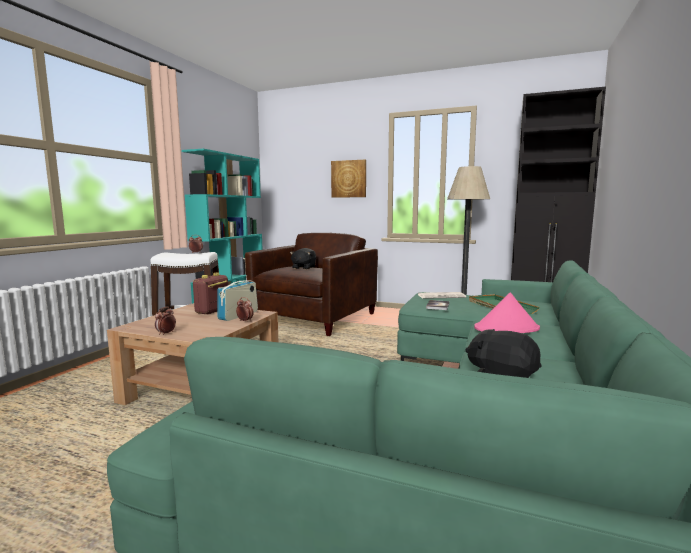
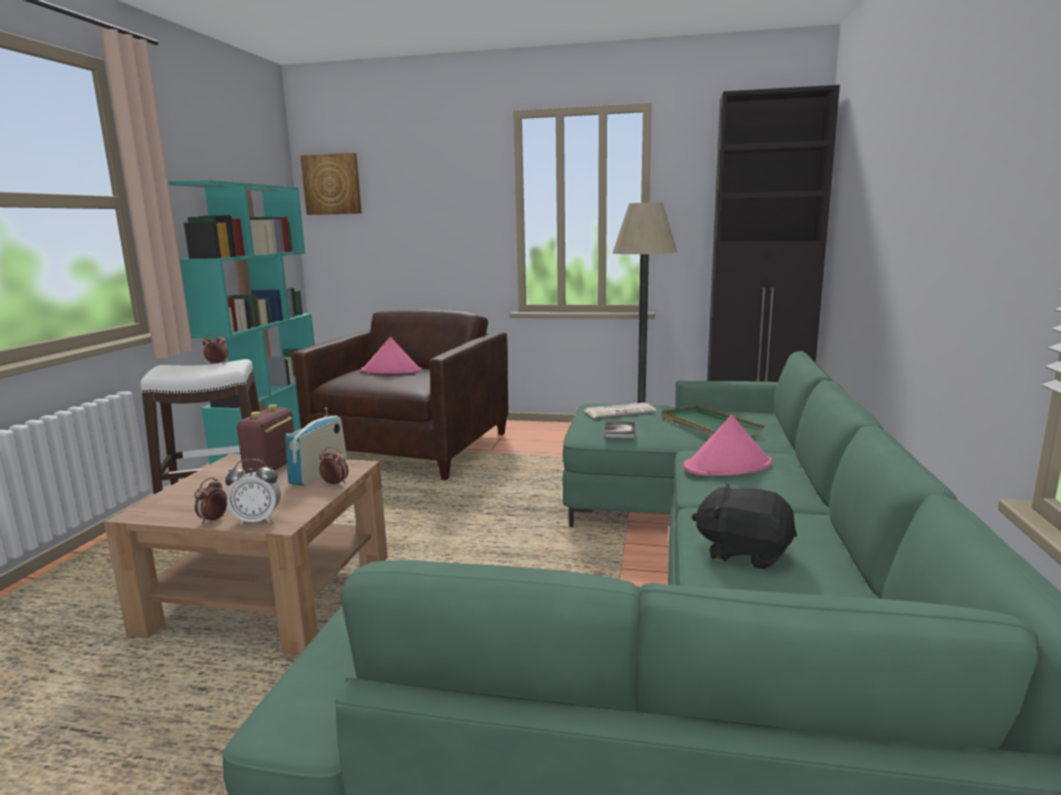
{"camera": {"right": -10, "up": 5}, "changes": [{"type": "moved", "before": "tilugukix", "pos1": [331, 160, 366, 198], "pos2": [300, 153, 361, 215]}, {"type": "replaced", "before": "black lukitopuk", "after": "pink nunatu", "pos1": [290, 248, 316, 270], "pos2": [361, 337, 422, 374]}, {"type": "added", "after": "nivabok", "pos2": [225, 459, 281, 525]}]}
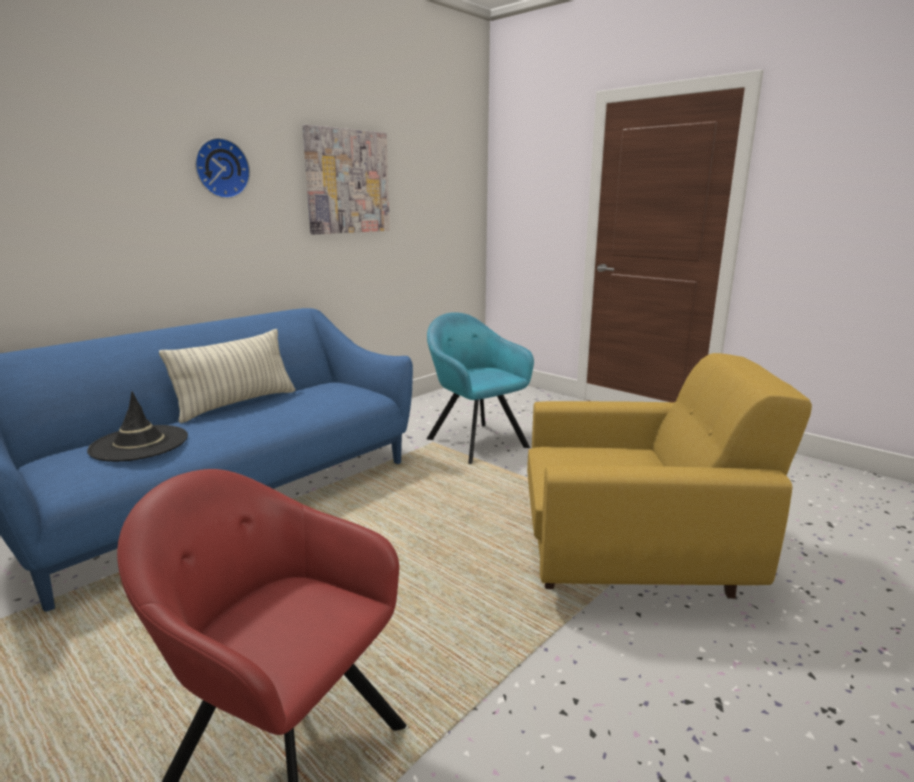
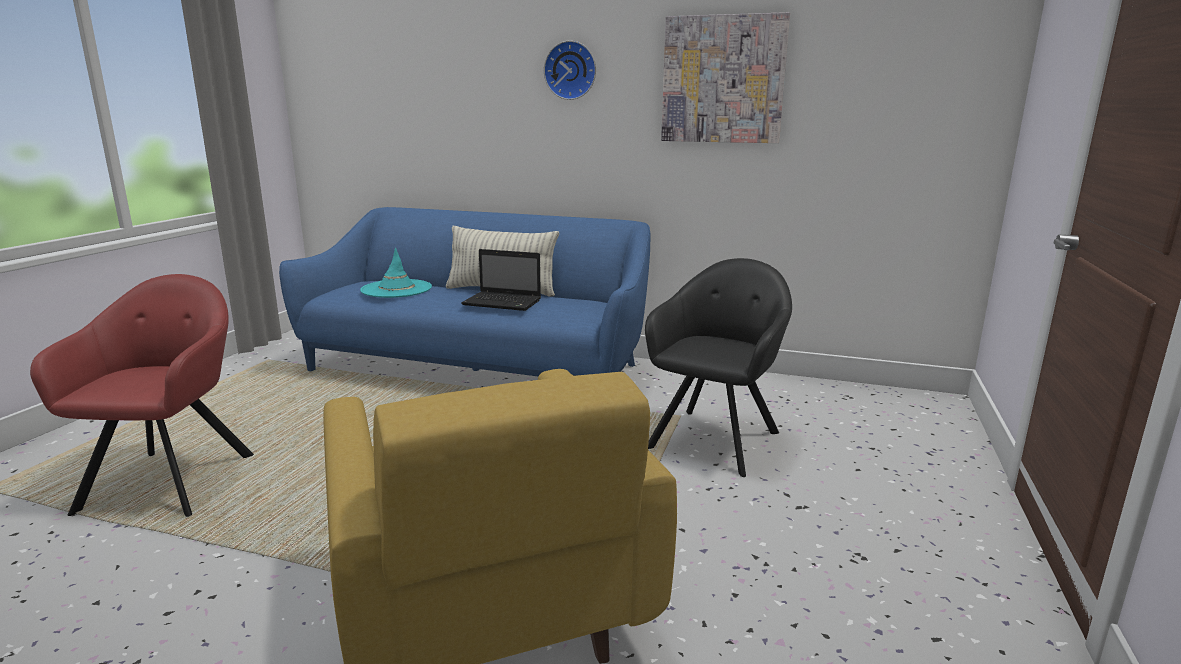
{"camera": {"right": 65, "up": 0}, "changes": [{"type": "recoloured", "before": "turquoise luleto", "after": "black luleto", "pos1": [427, 312, 534, 464], "pos2": [645, 258, 792, 477]}, {"type": "recoloured", "before": "black nunatu", "after": "turquoise nunatu", "pos1": [87, 391, 188, 462], "pos2": [360, 247, 432, 298]}, {"type": "added", "after": "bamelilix", "pos2": [461, 249, 541, 311]}]}
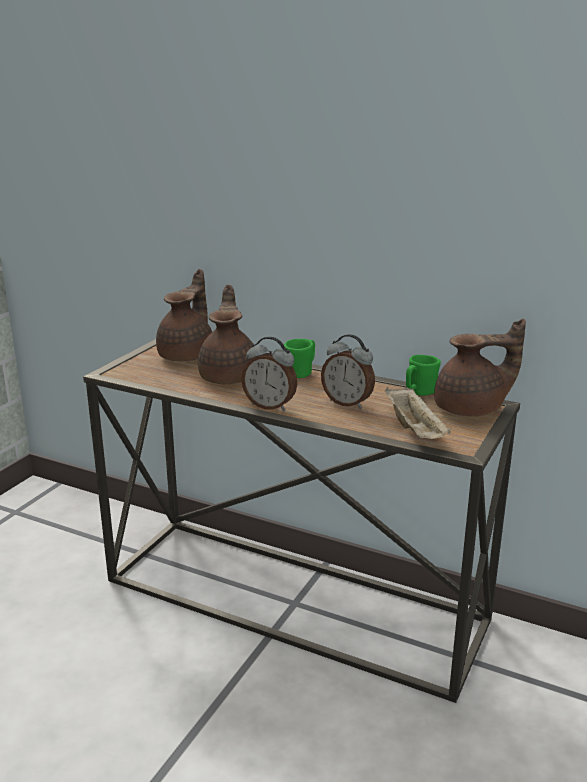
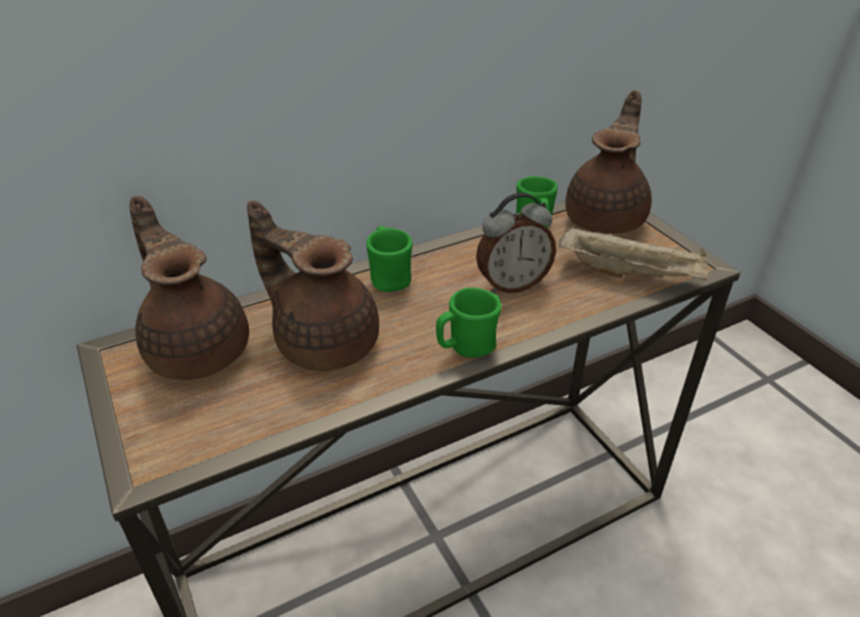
{"camera": {"right": -55, "up": 15}, "changes": [{"type": "replaced", "before": "nivabok", "after": "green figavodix", "pos1": [241, 337, 297, 411], "pos2": [436, 287, 501, 358]}]}
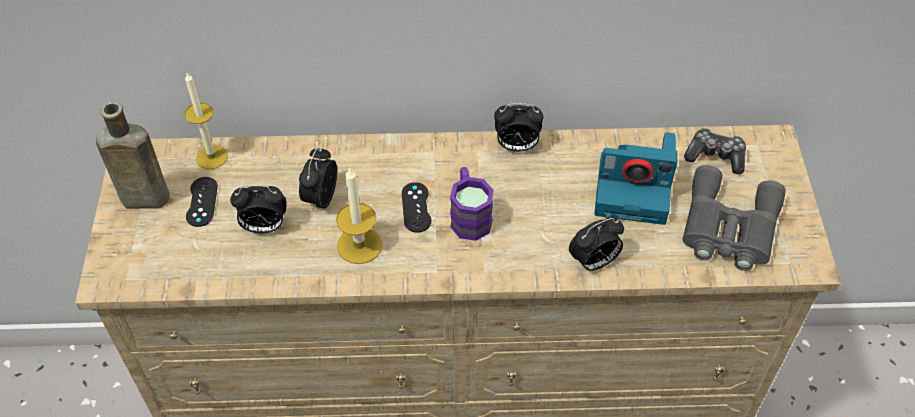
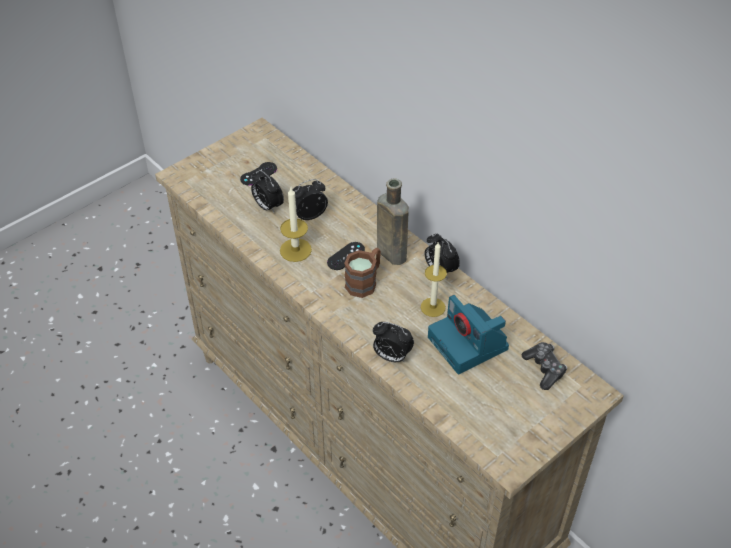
{"camera": {"right": 50, "up": -5}, "changes": [{"type": "moved", "before": "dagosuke", "pos1": [185, 73, 228, 169], "pos2": [421, 242, 447, 317]}, {"type": "moved", "before": "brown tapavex", "pos1": [96, 101, 170, 209], "pos2": [377, 179, 409, 265]}, {"type": "removed", "before": "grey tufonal", "pos1": [682, 165, 786, 271]}, {"type": "recoloured", "before": "purple figavodix", "after": "brown figavodix", "pos1": [450, 167, 494, 241], "pos2": [344, 248, 381, 298]}]}
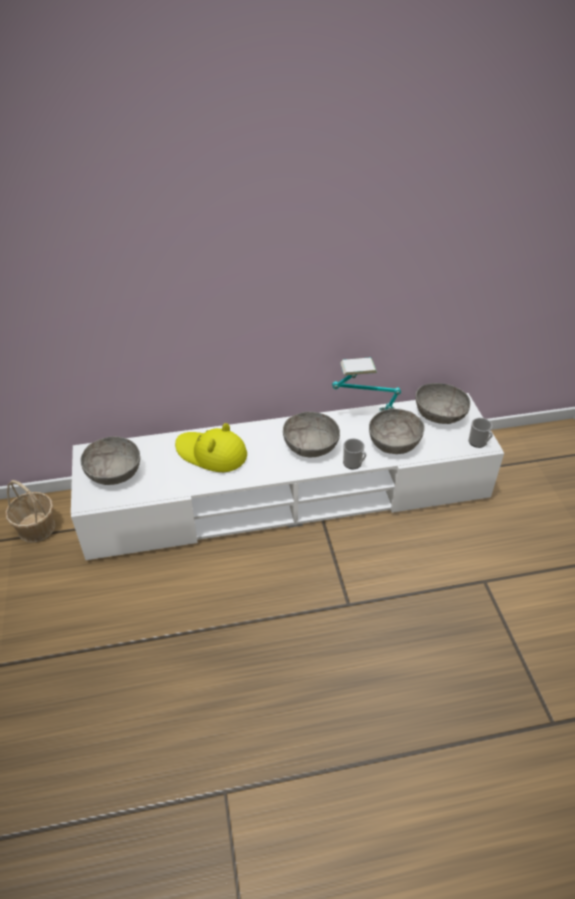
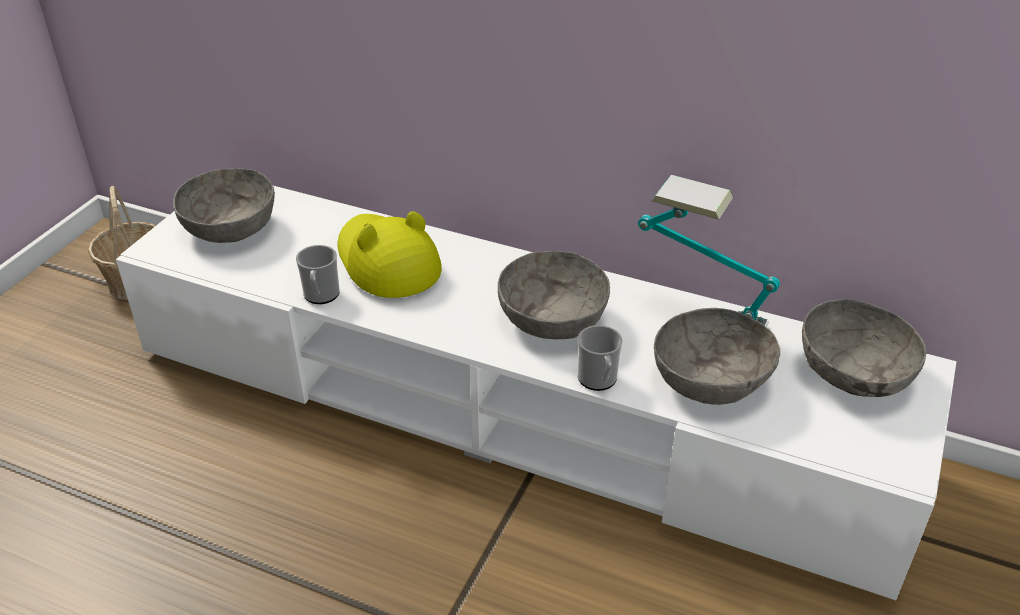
{"camera": {"right": 35, "up": -5}, "changes": [{"type": "moved", "before": "figavodix", "pos1": [468, 418, 493, 448], "pos2": [296, 245, 340, 304]}]}
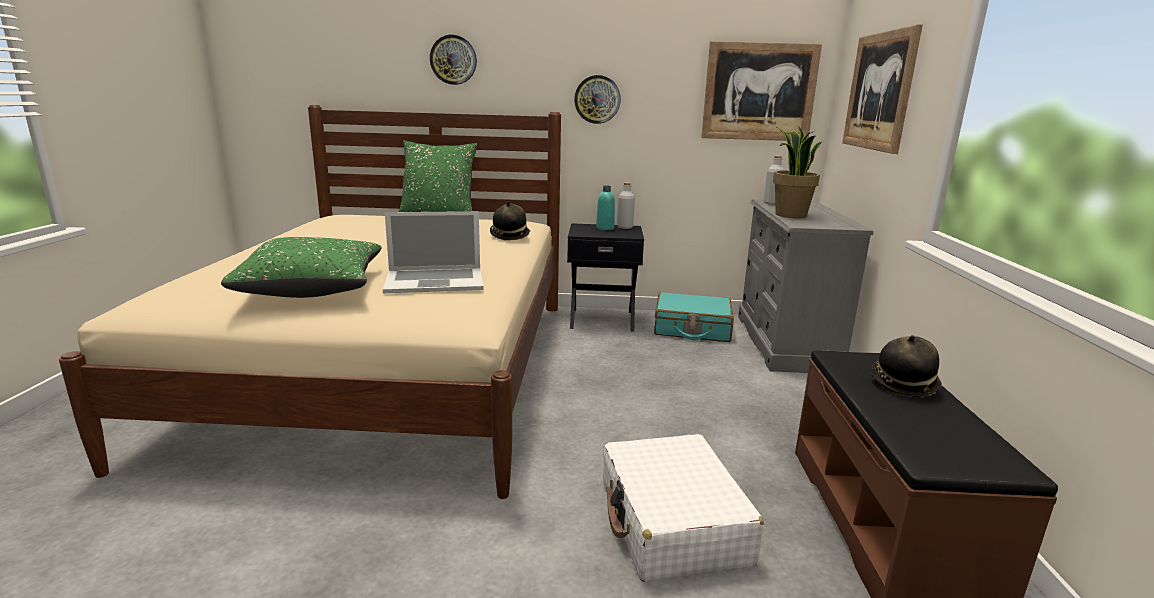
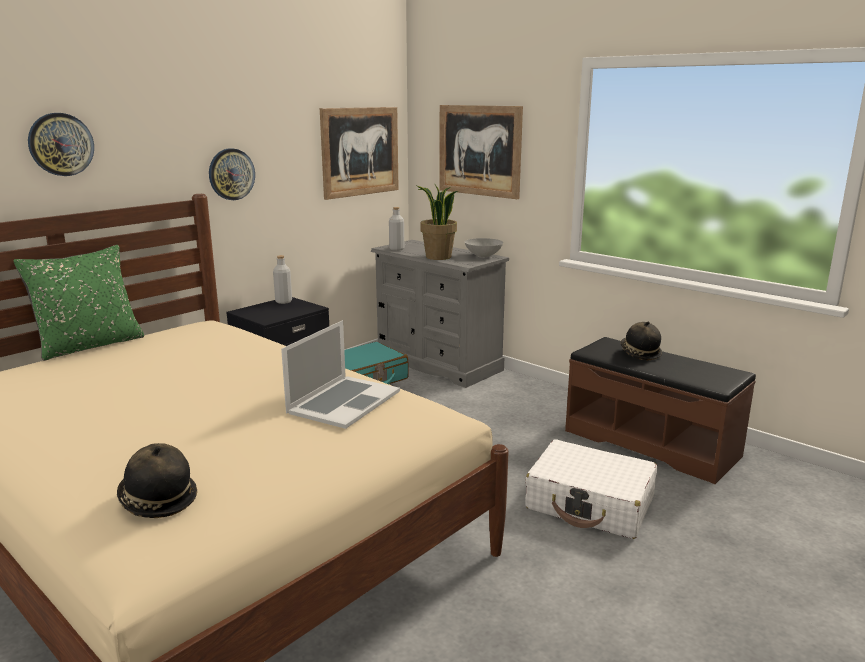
{"camera": {"right": -50, "up": 0}, "changes": [{"type": "removed", "before": "turquoise tapavex", "pos1": [596, 185, 615, 230]}, {"type": "moved", "before": "nunatu", "pos1": [490, 202, 530, 240], "pos2": [117, 443, 197, 518]}, {"type": "removed", "before": "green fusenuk", "pos1": [221, 237, 382, 298]}, {"type": "added", "after": "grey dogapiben", "pos2": [465, 238, 503, 258]}]}
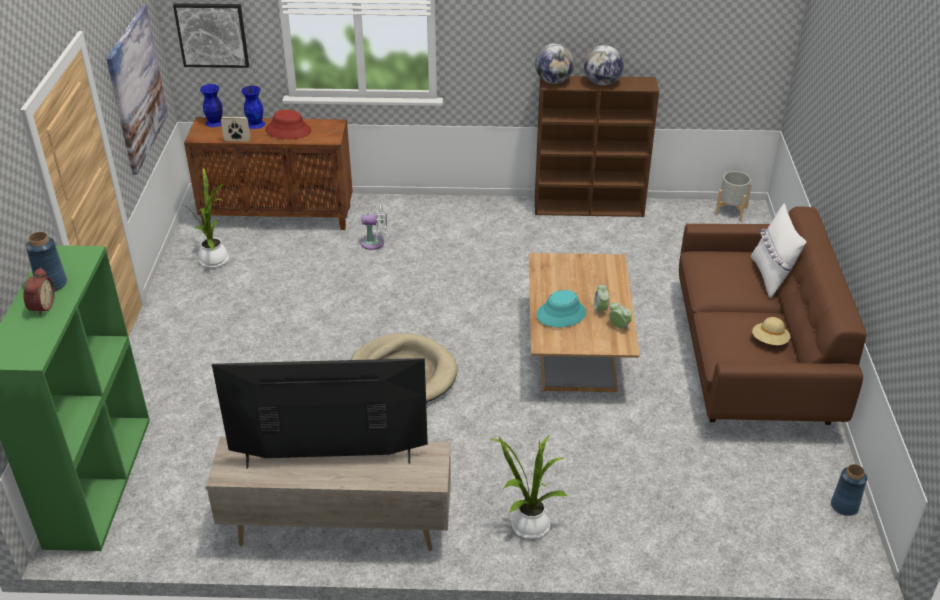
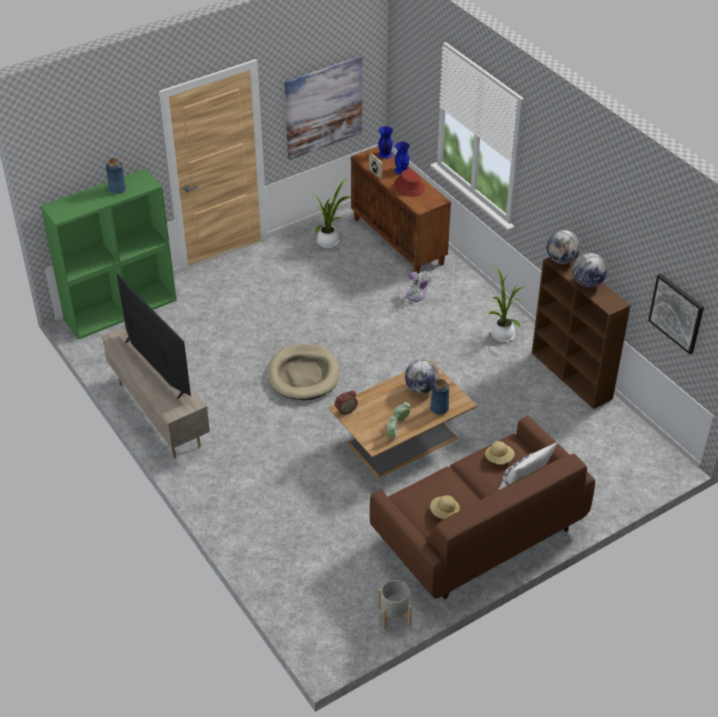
{"camera": {"right": 55, "up": 5}, "changes": [{"type": "moved", "before": "tilugukix", "pos1": [173, 3, 249, 68], "pos2": [648, 274, 704, 354]}, {"type": "moved", "before": "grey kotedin", "pos1": [715, 171, 752, 221], "pos2": [378, 580, 412, 630]}, {"type": "moved", "before": "nivabok", "pos1": [23, 267, 55, 316], "pos2": [335, 390, 358, 415]}, {"type": "removed", "before": "turquoise nunatu", "pos1": [537, 290, 586, 327]}, {"type": "moved", "before": "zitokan", "pos1": [490, 436, 567, 539], "pos2": [488, 266, 525, 342]}, {"type": "moved", "before": "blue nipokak", "pos1": [831, 464, 867, 516], "pos2": [430, 379, 449, 415]}, {"type": "added", "after": "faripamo", "pos2": [405, 359, 439, 394]}, {"type": "added", "after": "beige nunatu", "pos2": [485, 441, 515, 464]}]}
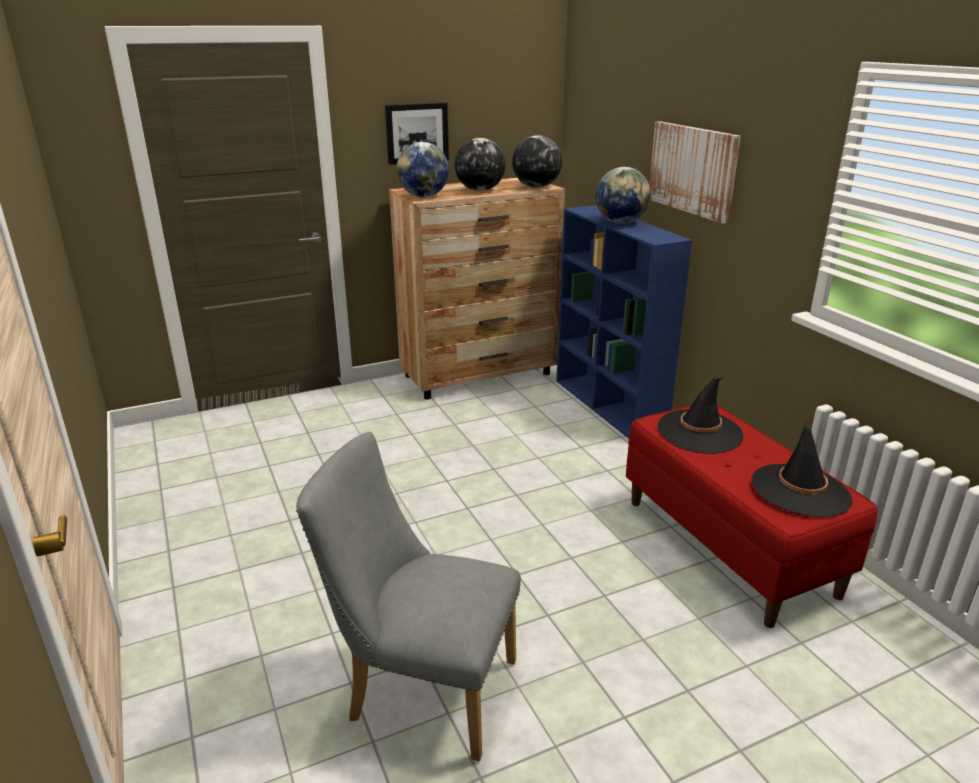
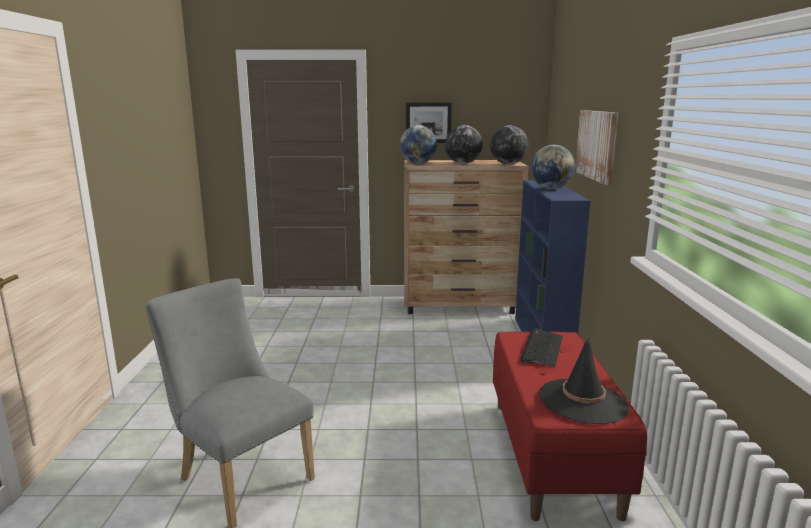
{"camera": {"right": 25, "up": -10}, "changes": [{"type": "replaced", "before": "black nunatu", "after": "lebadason", "pos1": [658, 376, 743, 454], "pos2": [521, 329, 563, 367]}]}
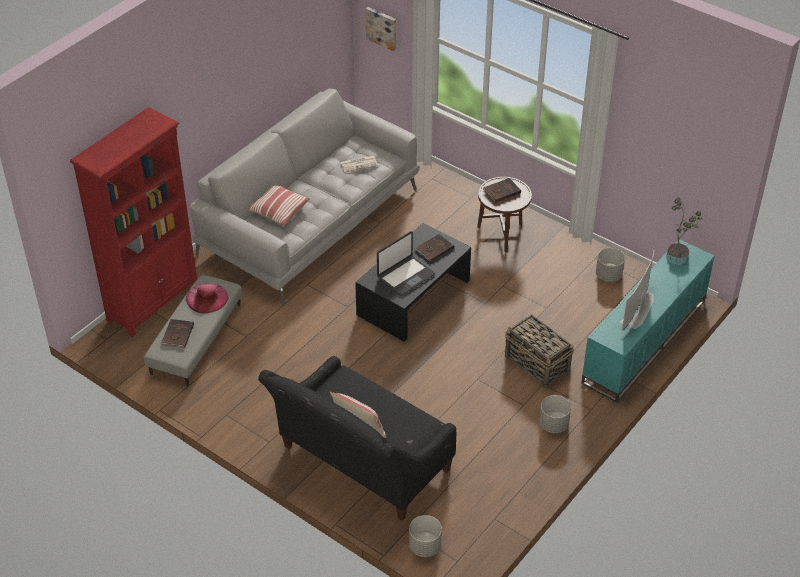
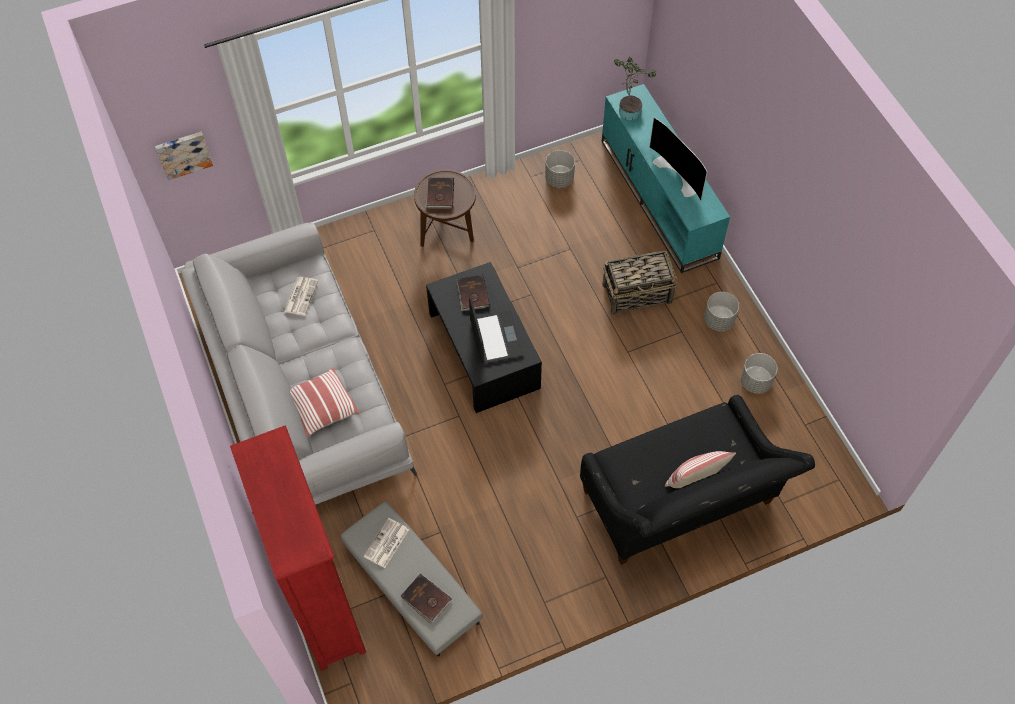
{"camera": {"right": -60, "up": 15}, "changes": [{"type": "replaced", "before": "pink nunatu", "after": "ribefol", "pos1": [186, 283, 228, 313], "pos2": [364, 518, 409, 568]}, {"type": "moved", "before": "grey kotedin", "pos1": [409, 515, 442, 557], "pos2": [741, 353, 777, 394]}]}
